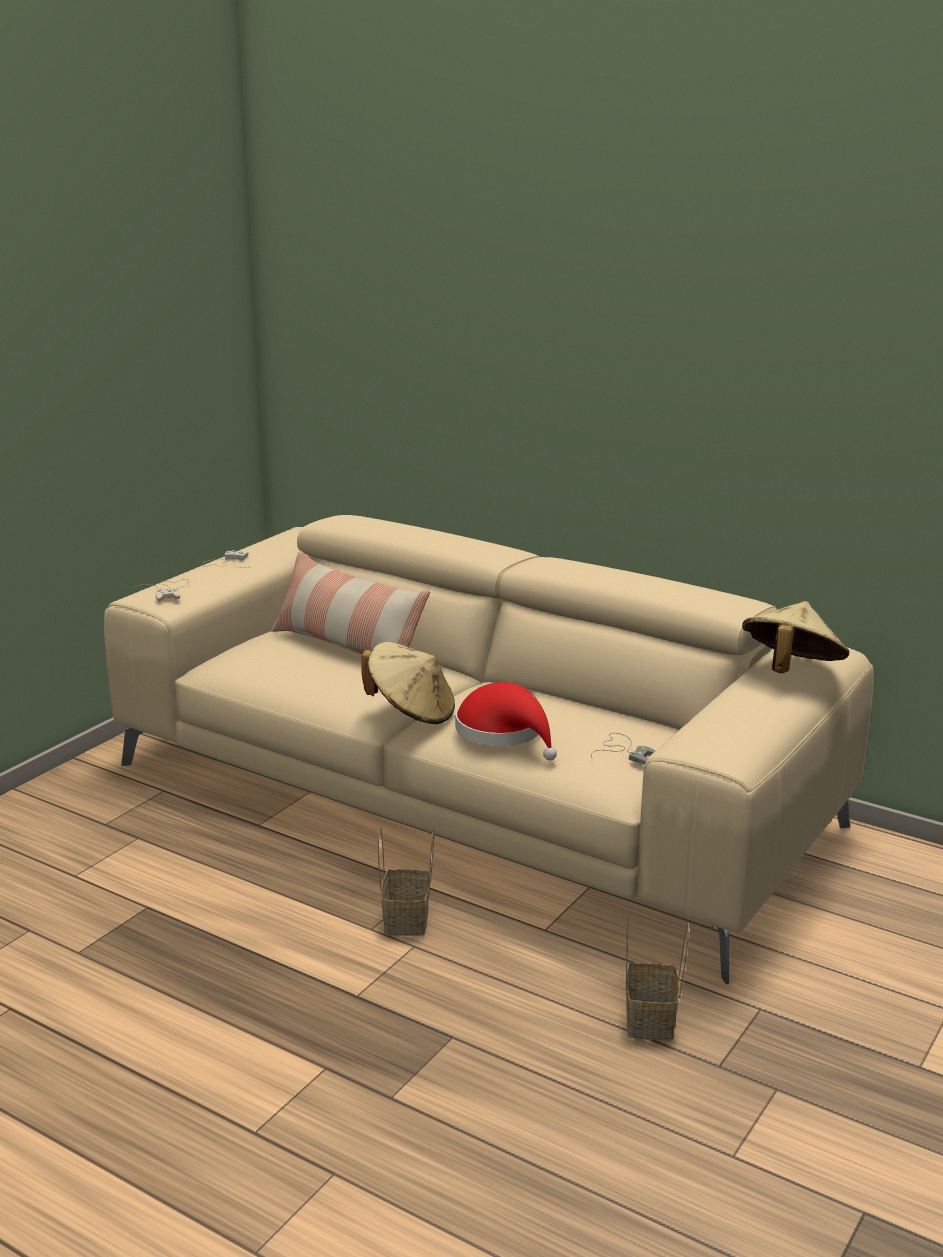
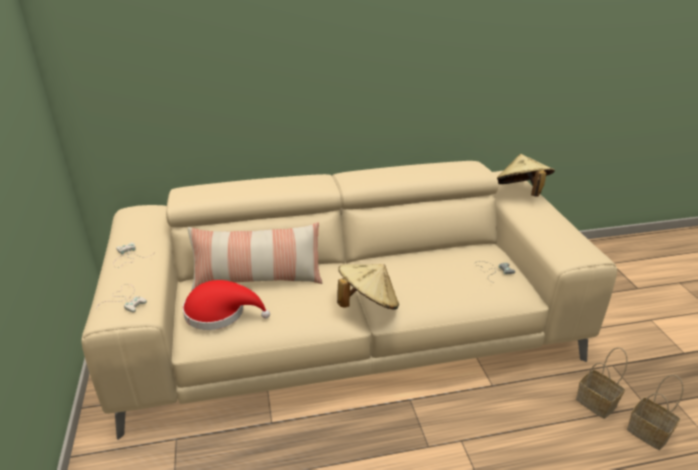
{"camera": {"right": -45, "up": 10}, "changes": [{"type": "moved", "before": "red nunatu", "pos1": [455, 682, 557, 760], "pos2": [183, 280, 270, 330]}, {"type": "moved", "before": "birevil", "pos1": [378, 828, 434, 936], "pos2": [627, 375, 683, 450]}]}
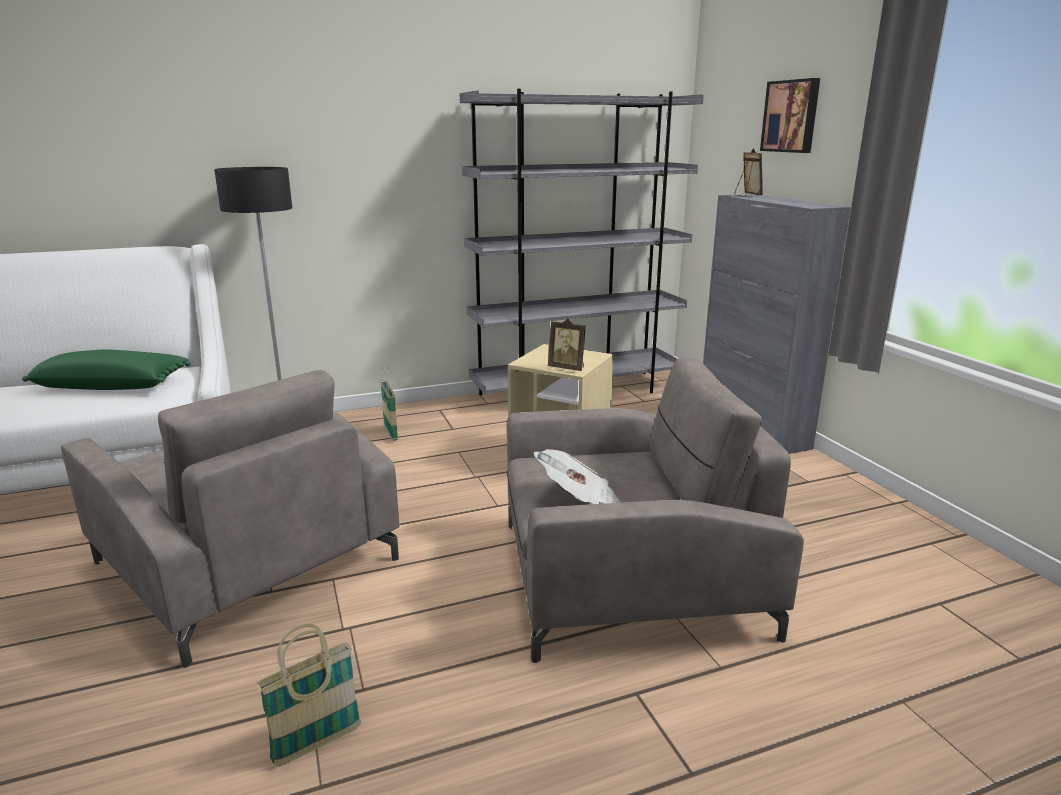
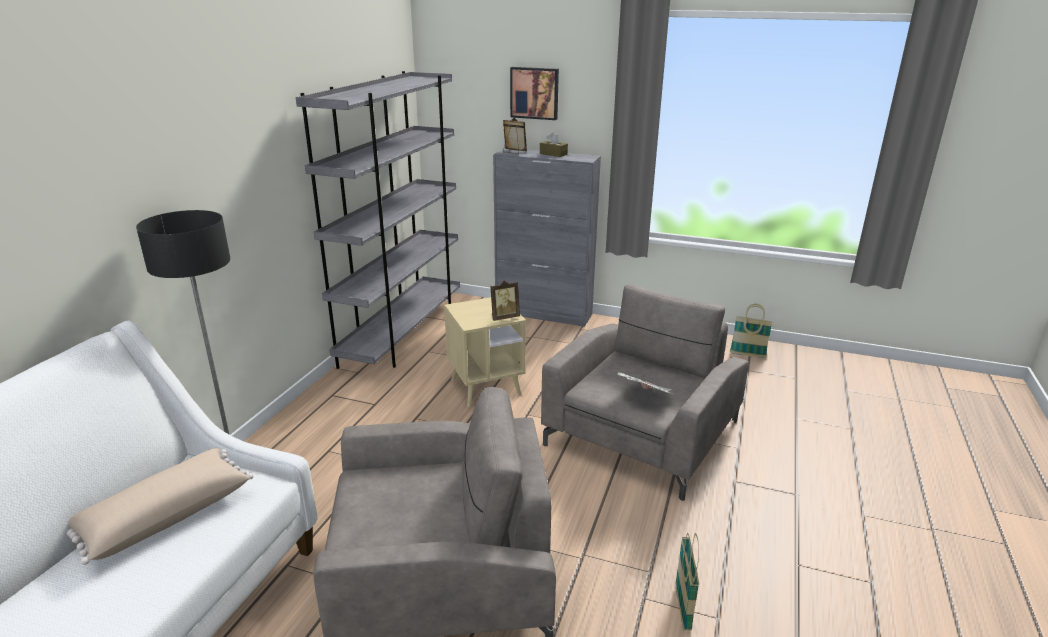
{"camera": {"right": -50, "up": 5}, "changes": [{"type": "recoloured", "before": "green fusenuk", "after": "beige fusenuk", "pos1": [22, 350, 191, 390], "pos2": [67, 448, 254, 565]}, {"type": "moved", "before": "birevil", "pos1": [381, 367, 398, 441], "pos2": [730, 304, 773, 358]}, {"type": "added", "after": "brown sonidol", "pos2": [540, 132, 568, 157]}]}
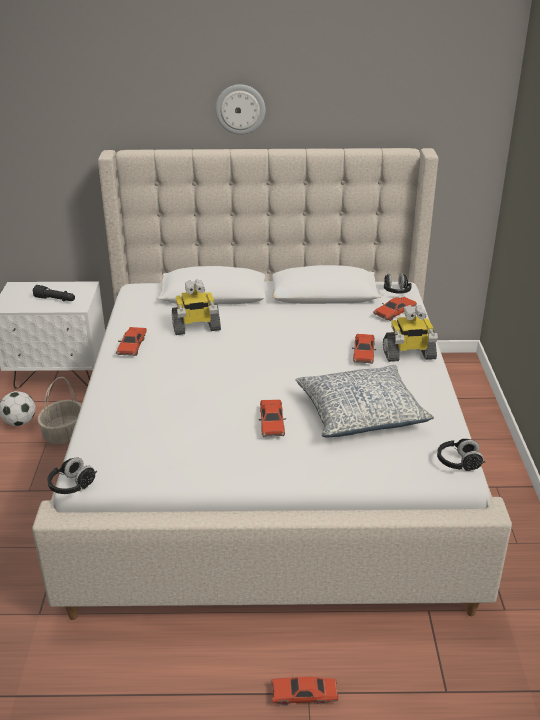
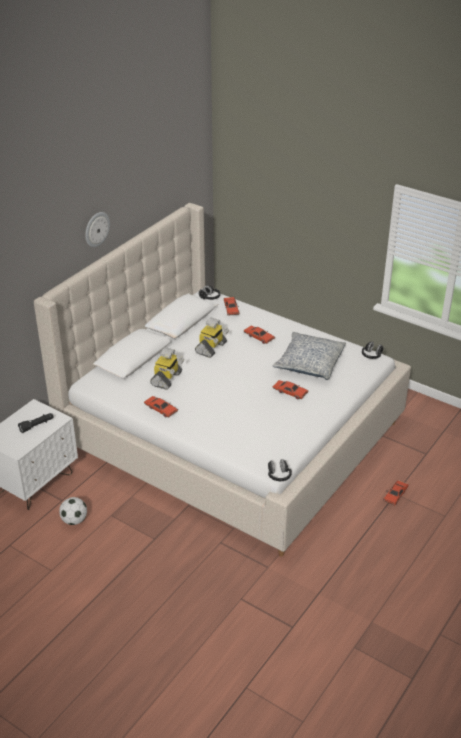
{"camera": {"right": -55, "up": 5}, "changes": [{"type": "moved", "before": "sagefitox", "pos1": [383, 305, 438, 362], "pos2": [195, 317, 229, 358]}, {"type": "removed", "before": "birevil", "pos1": [37, 377, 82, 444]}]}
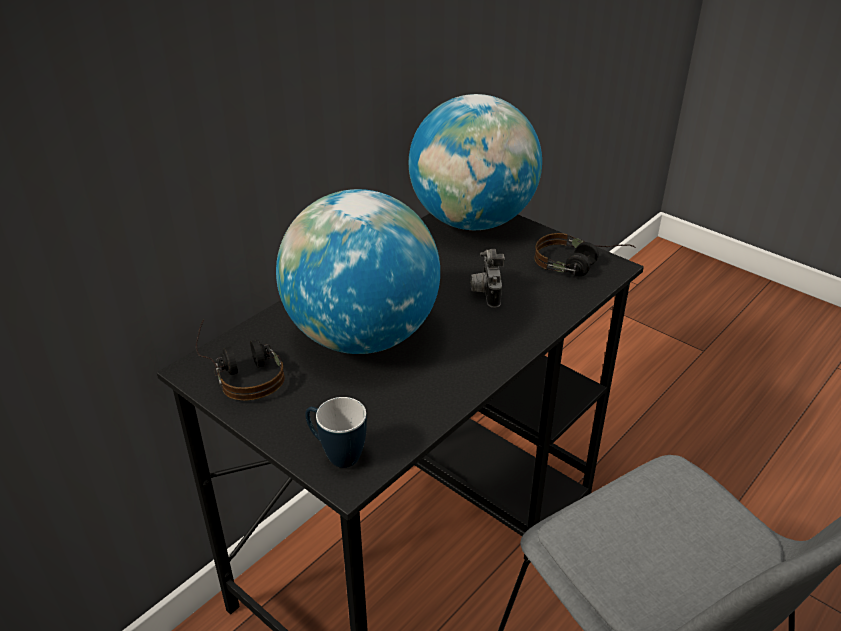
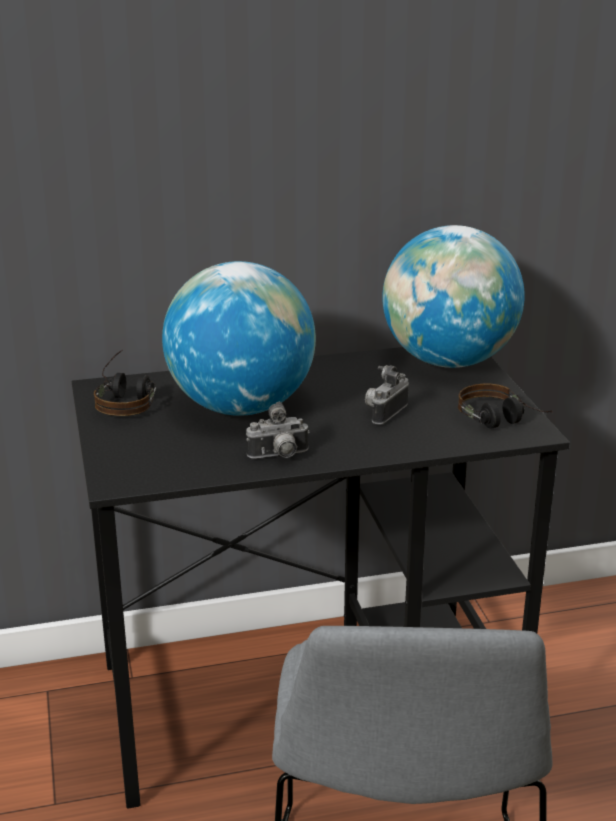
{"camera": {"right": 35, "up": -10}, "changes": [{"type": "removed", "before": "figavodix", "pos1": [305, 397, 367, 468]}, {"type": "added", "after": "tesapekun", "pos2": [246, 402, 310, 459]}]}
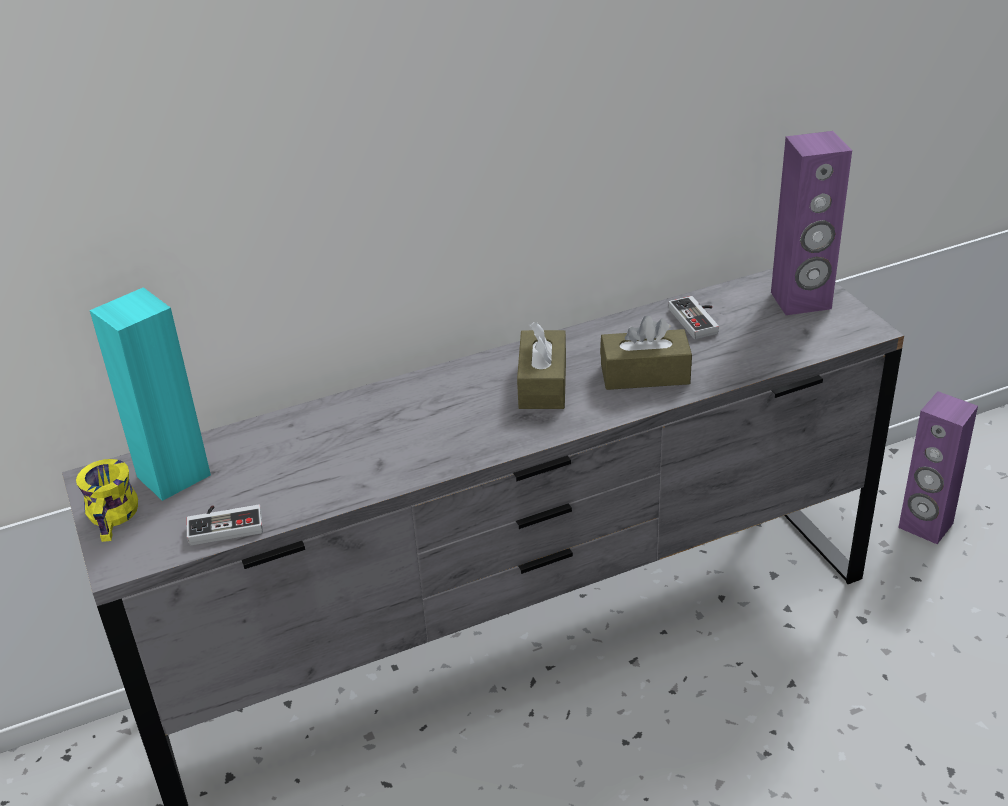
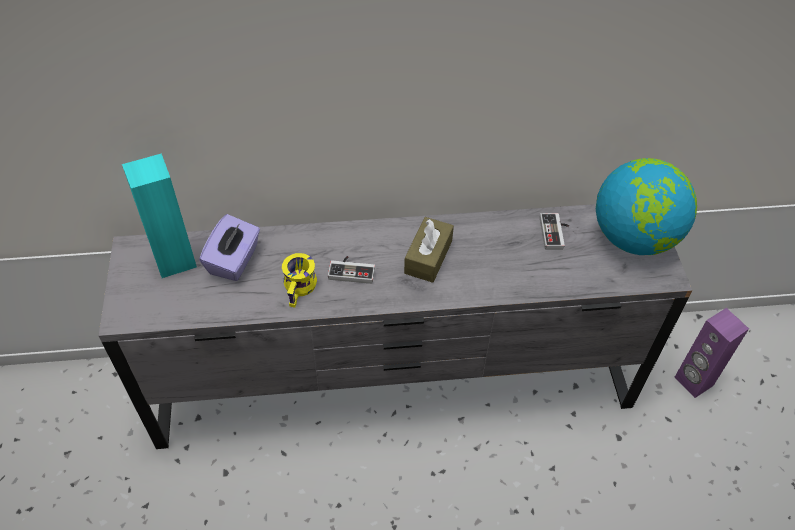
{"camera": {"right": 15, "up": 15}, "changes": [{"type": "replaced", "before": "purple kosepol", "after": "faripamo", "pos1": [771, 131, 852, 315], "pos2": [596, 158, 697, 255]}, {"type": "removed", "before": "brown sonidol", "pos1": [600, 315, 692, 390]}, {"type": "moved", "before": "yellow figavodix", "pos1": [76, 459, 138, 542], "pos2": [282, 253, 317, 308]}, {"type": "moved", "before": "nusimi", "pos1": [187, 505, 263, 545], "pos2": [328, 256, 375, 284]}, {"type": "added", "after": "purple sonidol", "pos2": [199, 214, 260, 281]}]}
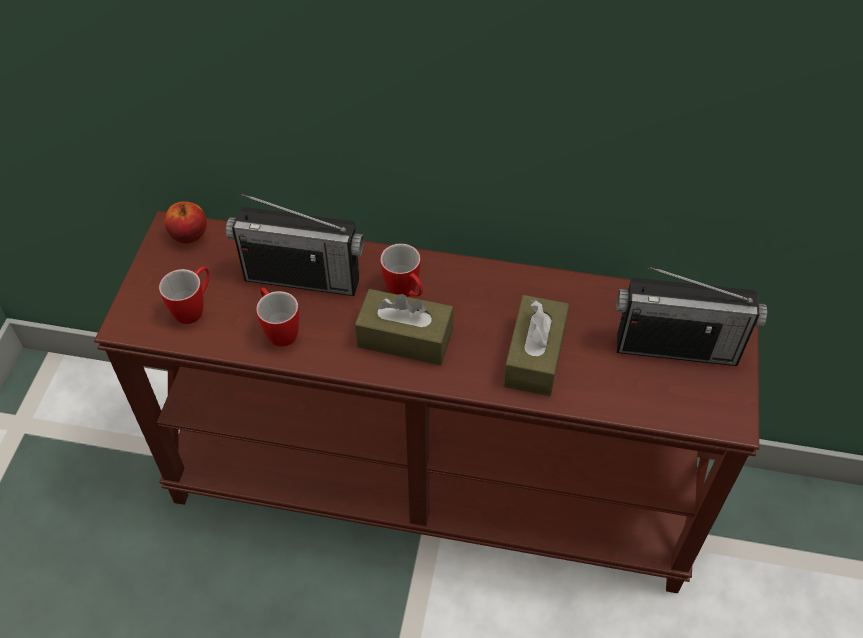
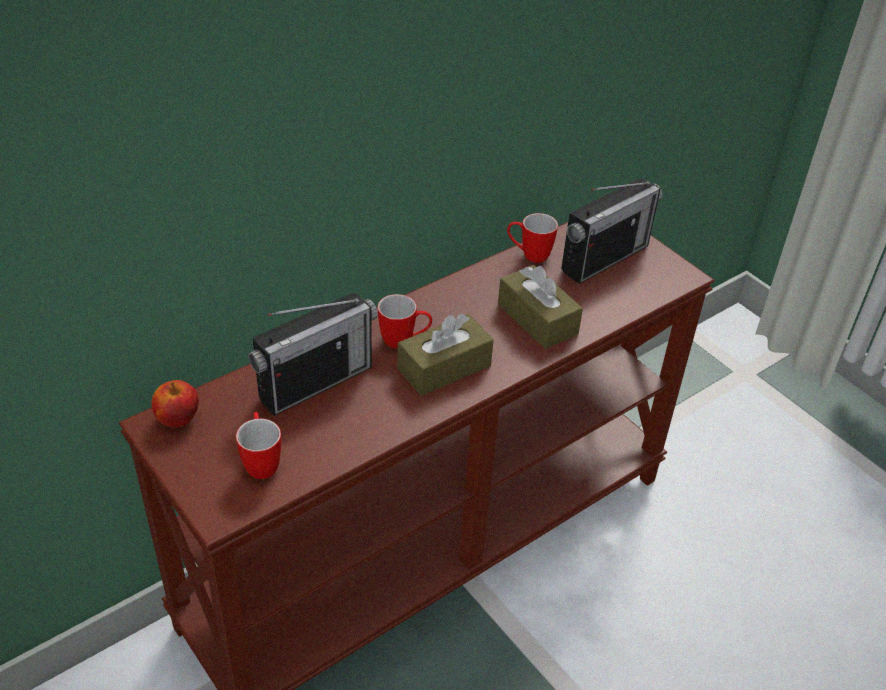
{"camera": {"right": -50, "up": -10}, "changes": [{"type": "moved", "before": "figavodix", "pos1": [256, 287, 299, 347], "pos2": [507, 213, 558, 263]}]}
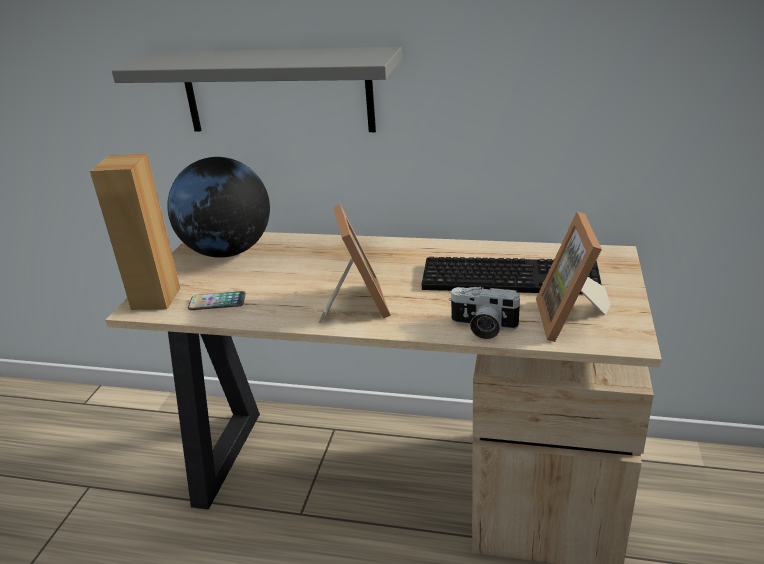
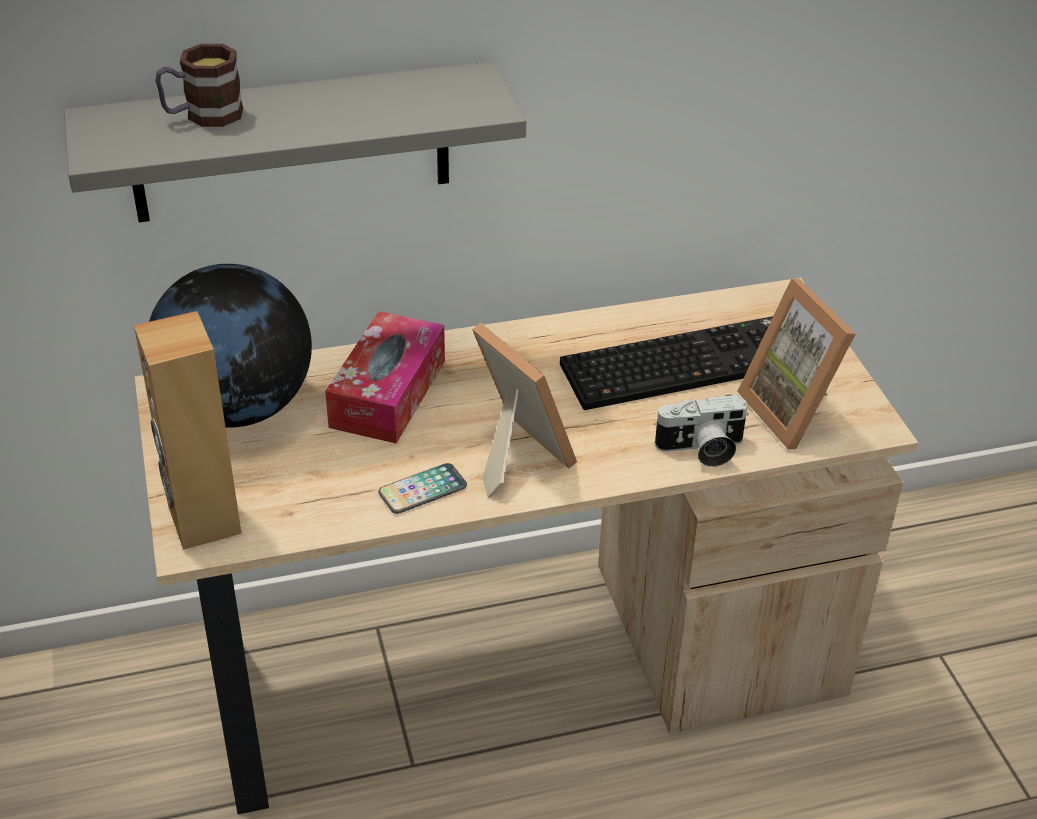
{"camera": {"right": -30, "up": 10}, "changes": [{"type": "moved", "before": "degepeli", "pos1": [188, 291, 246, 310], "pos2": [378, 463, 467, 514]}, {"type": "added", "after": "figavodix", "pos2": [156, 44, 243, 127]}, {"type": "added", "after": "sonidol", "pos2": [325, 311, 445, 444]}]}
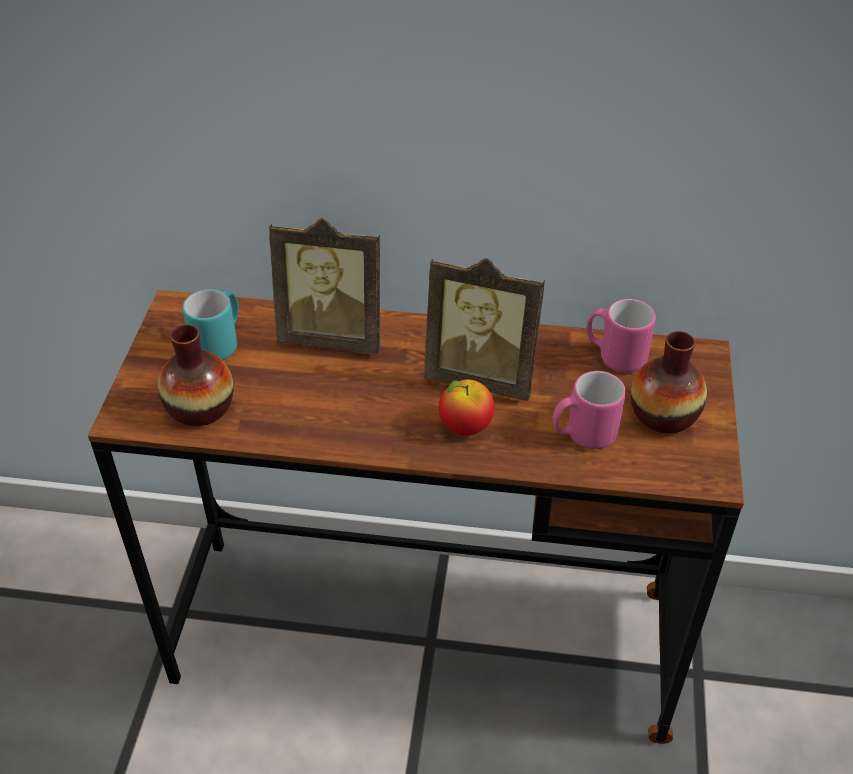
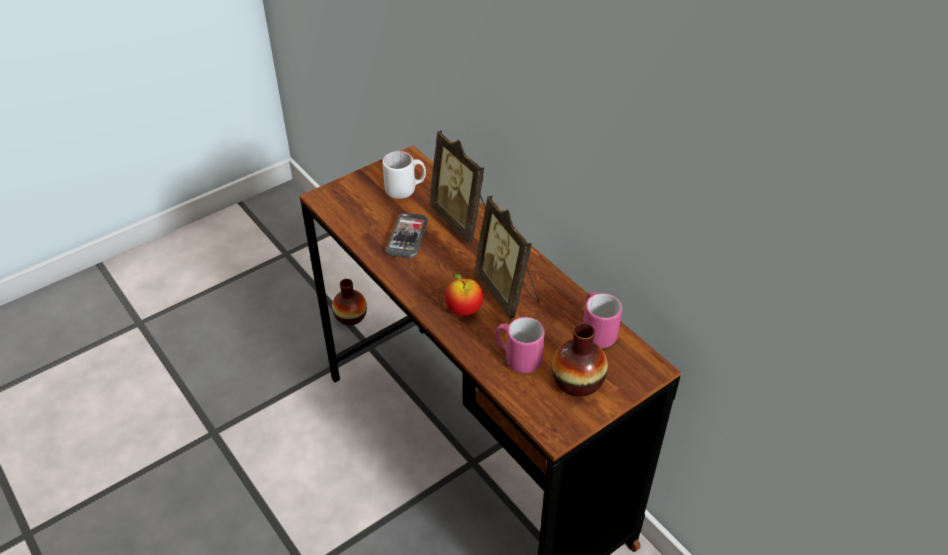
{"camera": {"right": 45, "up": 0}, "changes": [{"type": "recoloured", "before": "turquoise figavodix", "after": "white figavodix", "pos1": [182, 289, 239, 360], "pos2": [383, 151, 426, 199]}, {"type": "moved", "before": "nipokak", "pos1": [158, 324, 233, 426], "pos2": [332, 279, 367, 325]}, {"type": "added", "after": "degepeli", "pos2": [386, 213, 428, 258]}]}
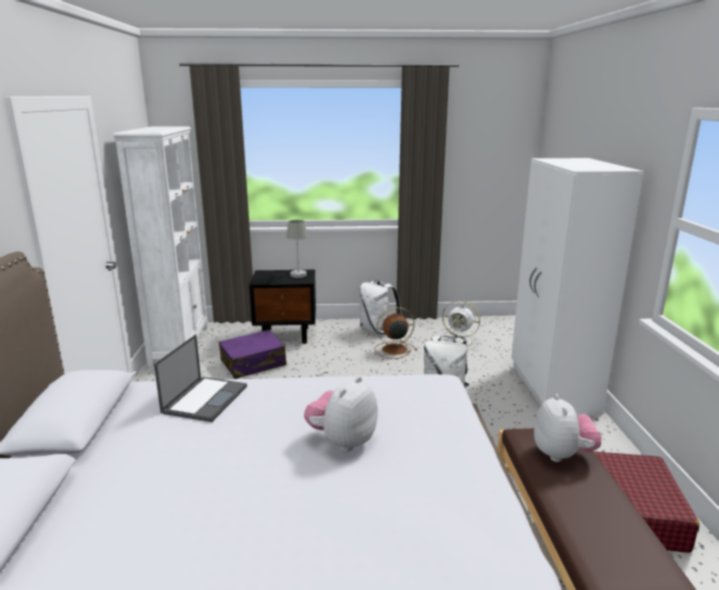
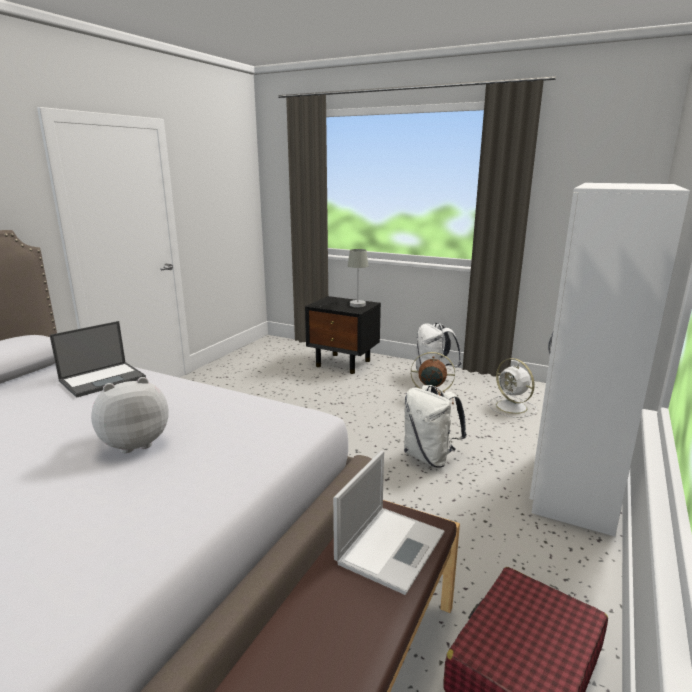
{"camera": {"right": 30, "up": 0}, "changes": [{"type": "removed", "before": "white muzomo", "pos1": [113, 126, 208, 367]}, {"type": "removed", "before": "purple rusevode", "pos1": [219, 330, 287, 379]}, {"type": "replaced", "before": "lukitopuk", "after": "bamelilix", "pos1": [534, 394, 601, 462], "pos2": [333, 451, 445, 595]}]}
